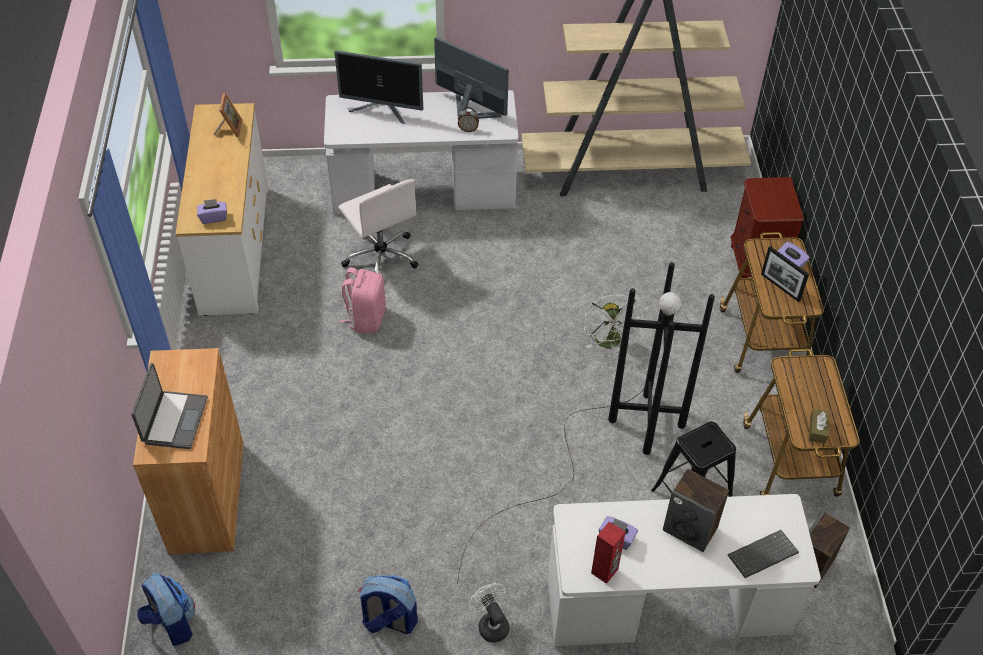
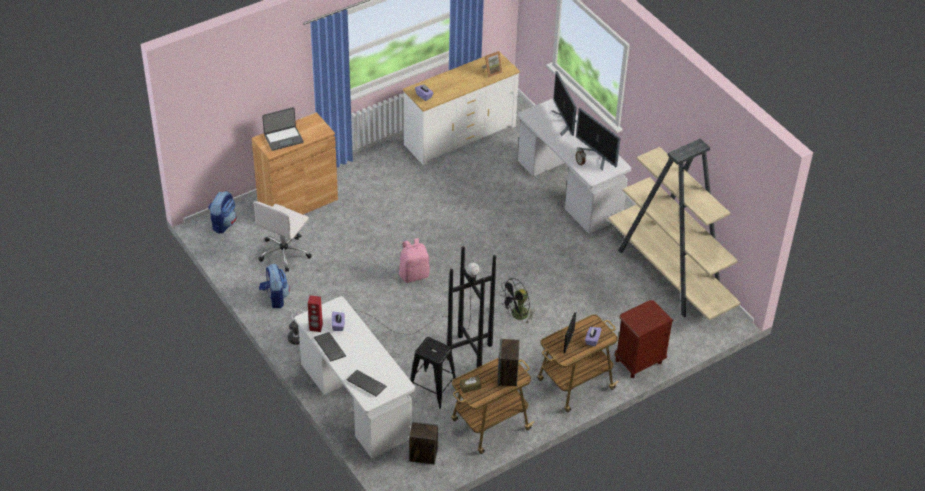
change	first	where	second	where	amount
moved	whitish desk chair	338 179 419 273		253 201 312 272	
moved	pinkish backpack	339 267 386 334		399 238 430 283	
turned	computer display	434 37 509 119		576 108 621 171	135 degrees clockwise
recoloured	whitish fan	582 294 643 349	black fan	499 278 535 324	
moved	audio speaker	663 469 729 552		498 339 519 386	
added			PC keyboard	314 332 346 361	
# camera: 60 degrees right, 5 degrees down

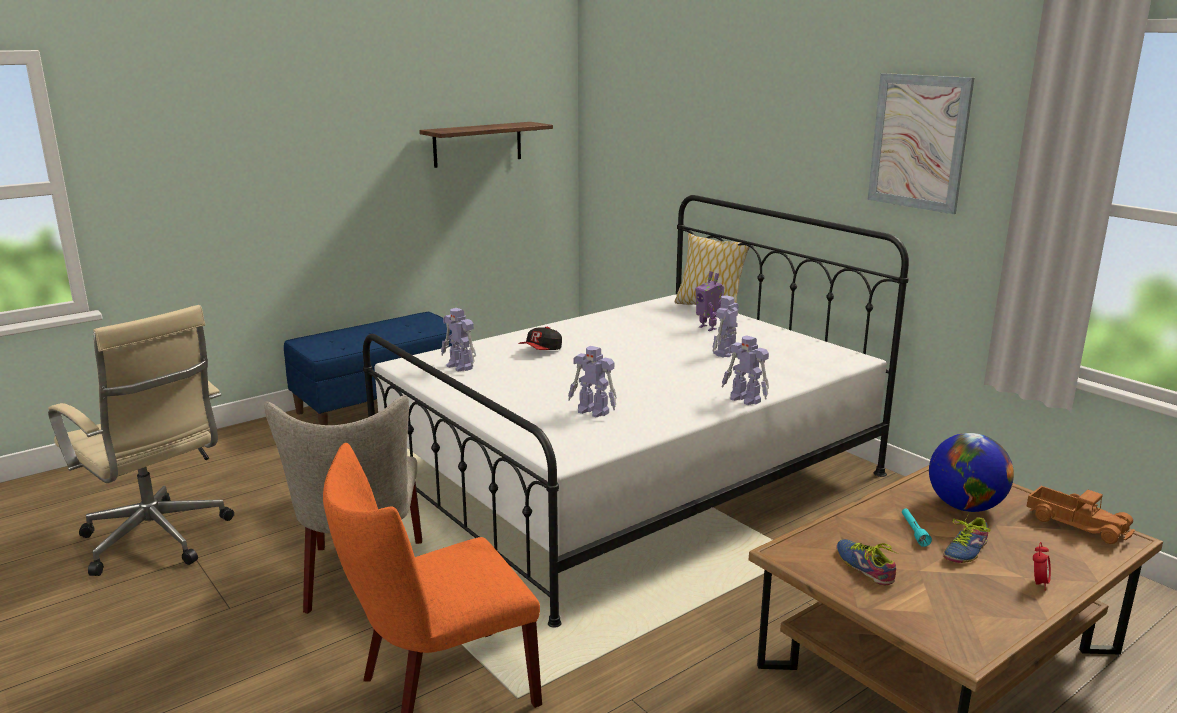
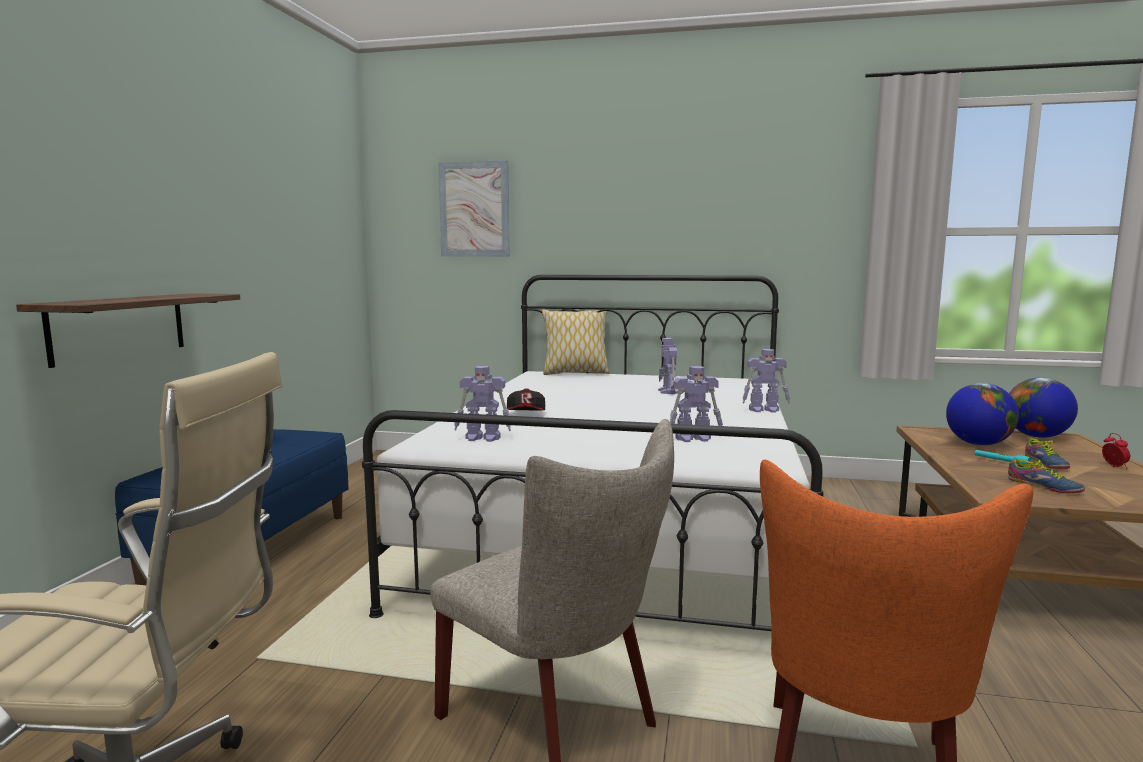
change	first	where	second	where	amount
moved	shelf	419 122 553 168		16 293 240 368	
removed	toy robot	696 271 724 331			
turned	low shoe	836 539 899 585		1008 459 1085 493	150 degrees counterclockwise
moved	wall picture	868 73 974 214		438 160 510 257	
replaced	toy truck	1026 486 1135 544	globe	1009 378 1078 438	
# camera: 40 degrees left, 10 degrees down

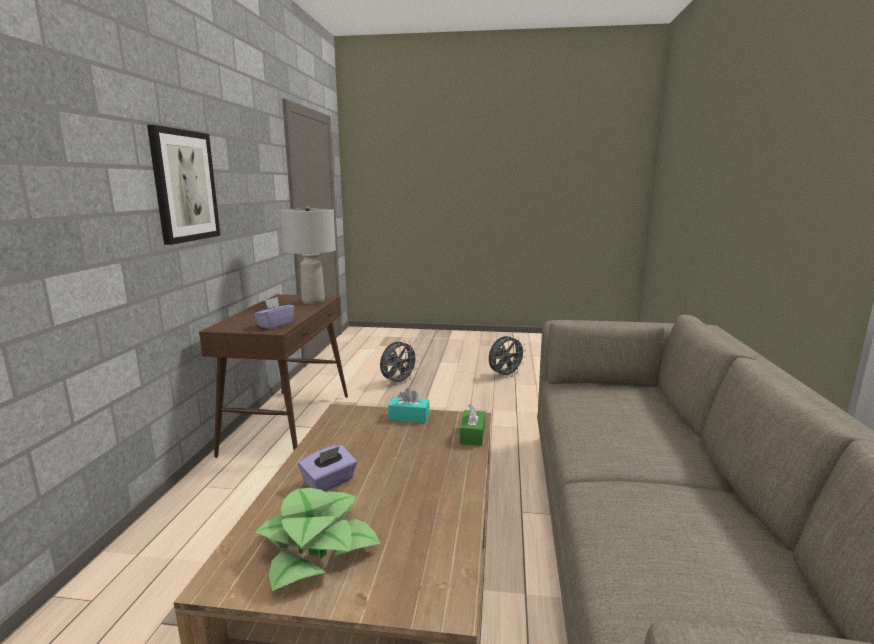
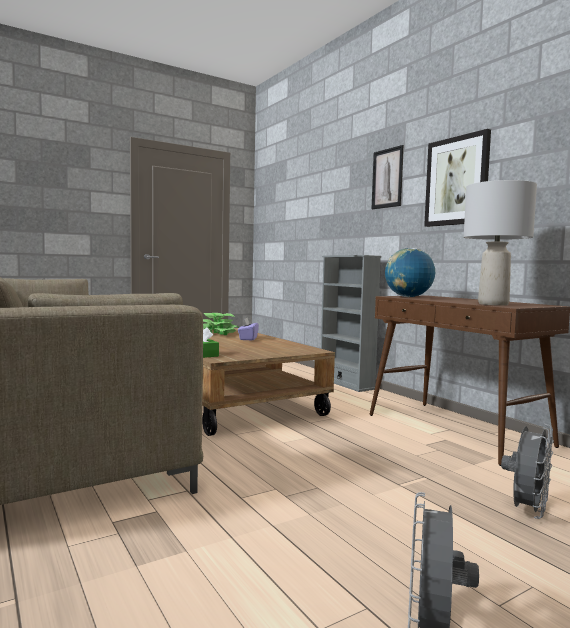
change	first	where	second	where	amount
replaced	purplish tissue holder	254 297 295 329	globe	385 248 435 297	
turned	grey fan	380 341 419 385		501 424 554 519	150 degrees counterclockwise
removed	turquoise tissue holder	388 388 429 423			
added			grey bookcase	321 255 382 392	
added			wall picture	371 145 404 209	
# camera: 140 degrees right, 10 degrees down

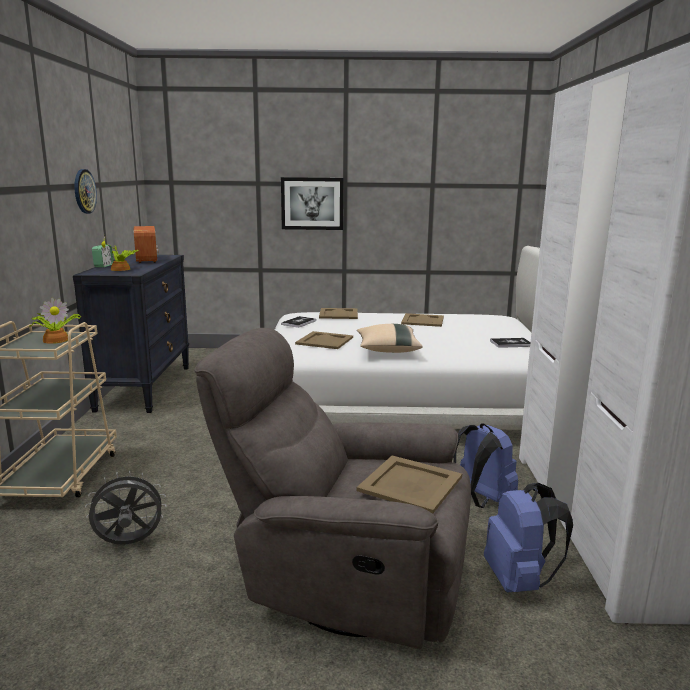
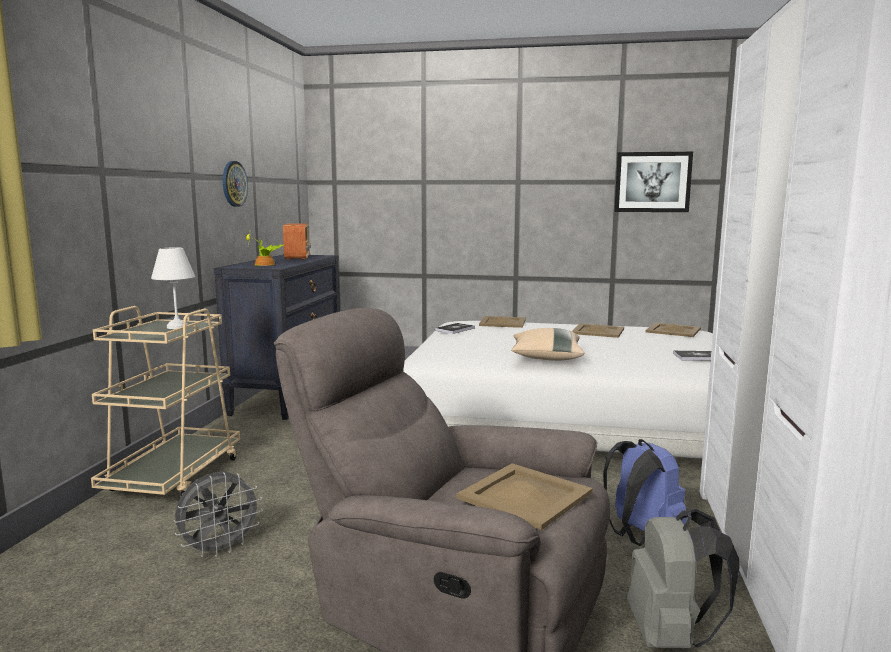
change	first	where	second	where	amount
replaced	potted plant	29 298 81 344	whitish tabletop lamp	151 247 195 329	
turned	grey fan	85 471 166 545		174 472 263 558	150 degrees clockwise
removed	table clock	92 245 114 267			
moved	wall picture	281 177 343 230		615 152 693 212	
moved	beige tray	295 331 353 349		646 323 701 337	
recoloured	blue backpack	484 483 573 593	grey backpack	627 509 740 648	
# camera: 10 degrees right, 5 degrees down

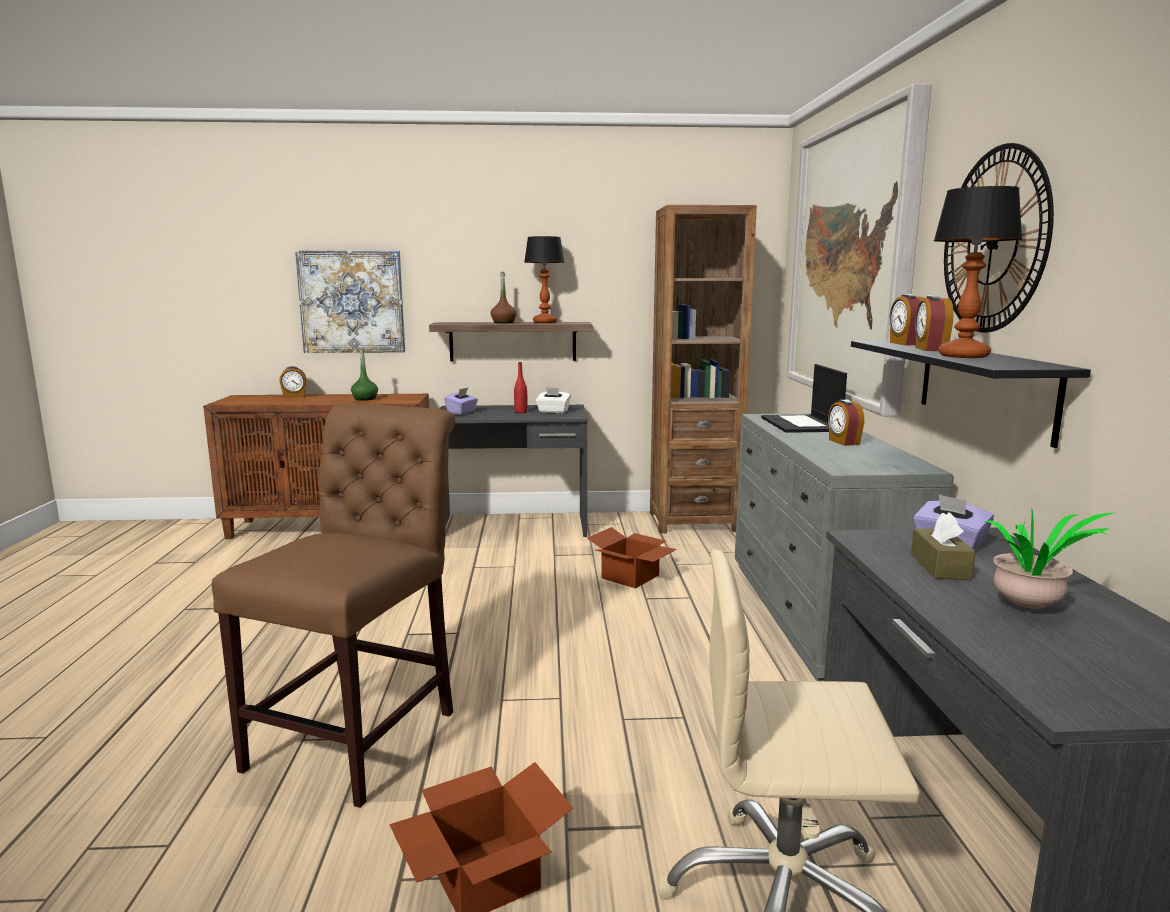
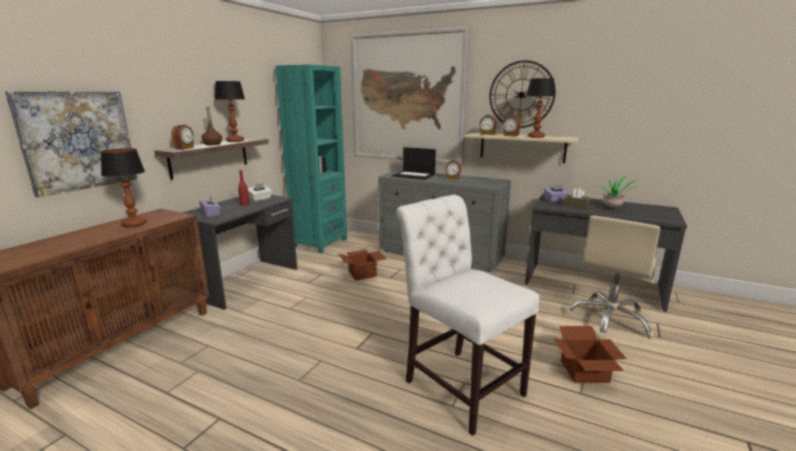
change	first	where	second	where	amount
recoloured	brown upright chair	211 403 455 808	whitish upright chair	396 195 540 436	
moved	table clock	279 366 306 398		171 124 194 150	
replaced	greenish beverage bottle	351 348 378 401	tabletop lamp	101 148 147 227	
recoloured	brown bookcase	650 205 757 534	turquoise bookcase	276 64 347 253	
recoloured	black shelf	851 341 1091 448	beige shelf	465 133 579 163	
# camera: 60 degrees left, 5 degrees up

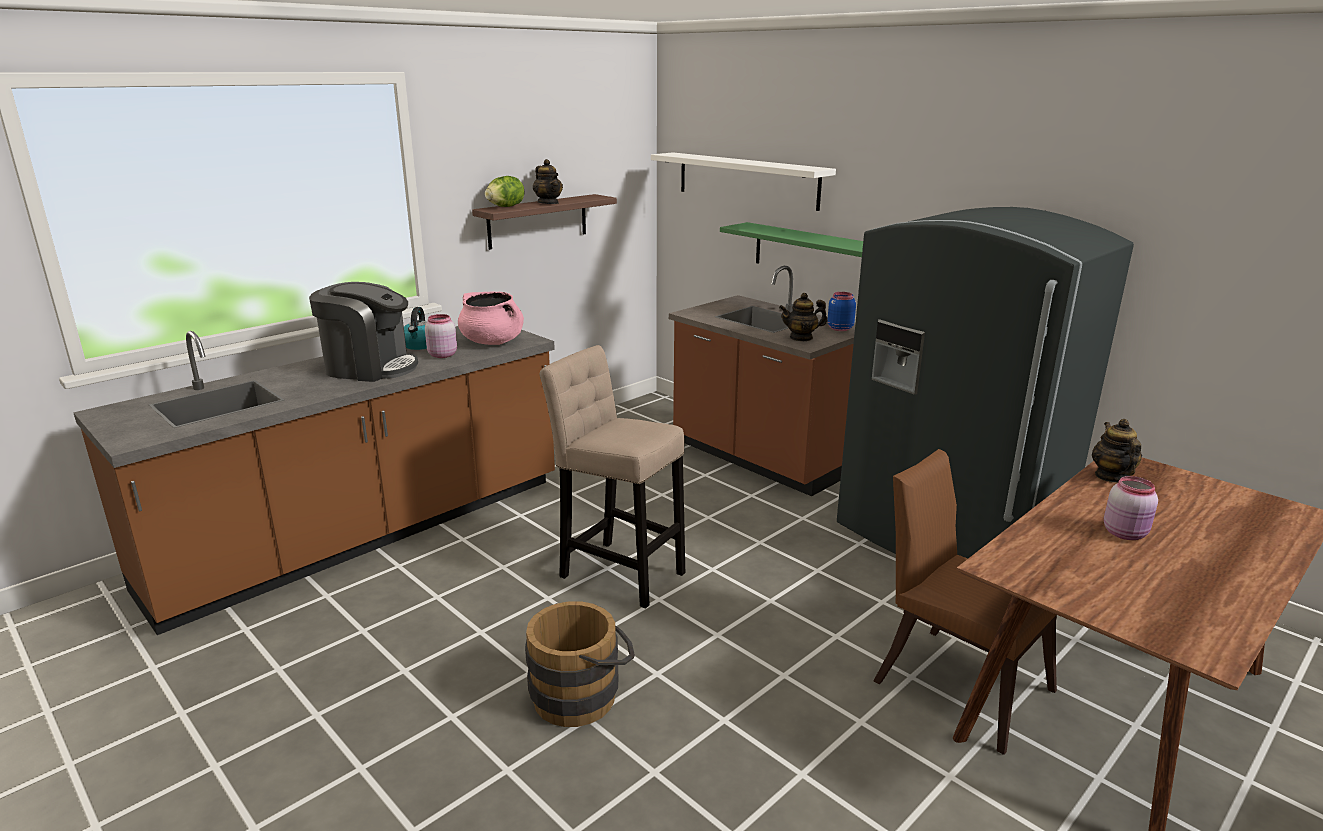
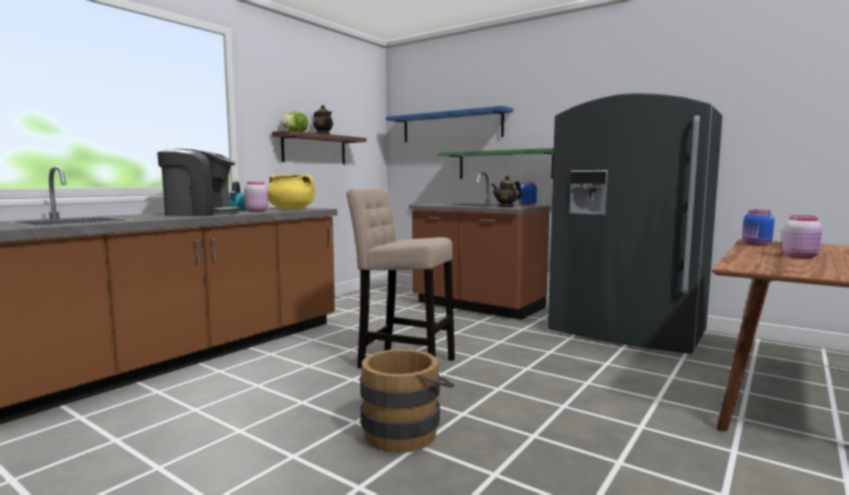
change	first	where	second	where	amount
recoloured	pinkish stockpot	458 292 524 345	yellow stockpot	268 174 315 210	
recoloured	whitish shelf	651 152 836 211	blue shelf	386 106 513 142	
removed	brown upright chair	874 449 1057 755			
replaced	pot for tea	1092 419 1142 483	blue storage jar	742 210 774 246	
# camera: 10 degrees left, 15 degrees down

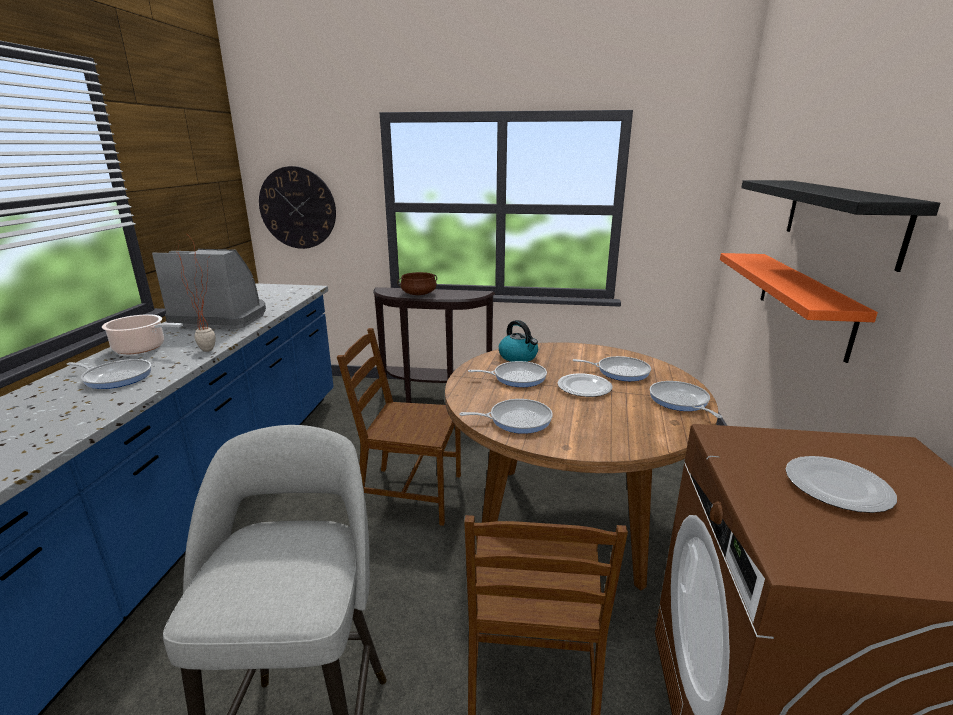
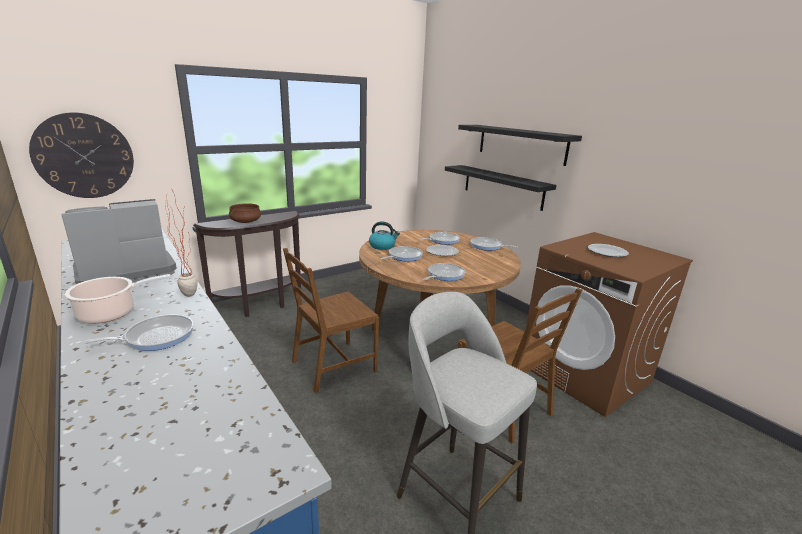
change	first	where	second	where	amount
recoloured	orange shelf	720 253 878 363	black shelf	445 165 556 211	
# camera: 45 degrees left, 0 degrees up

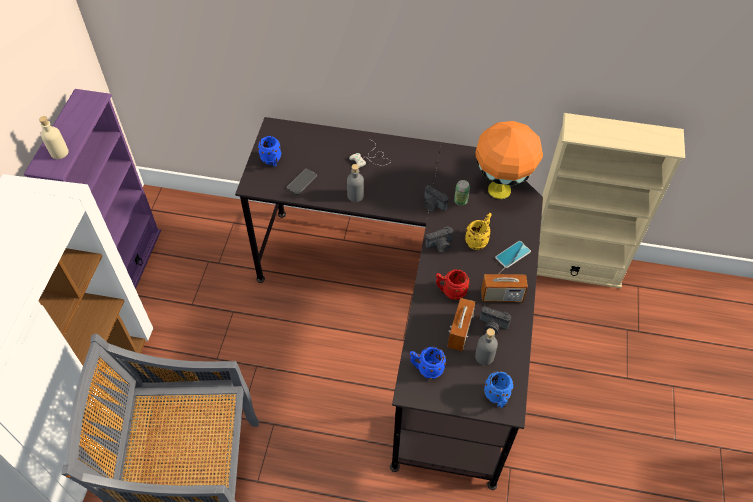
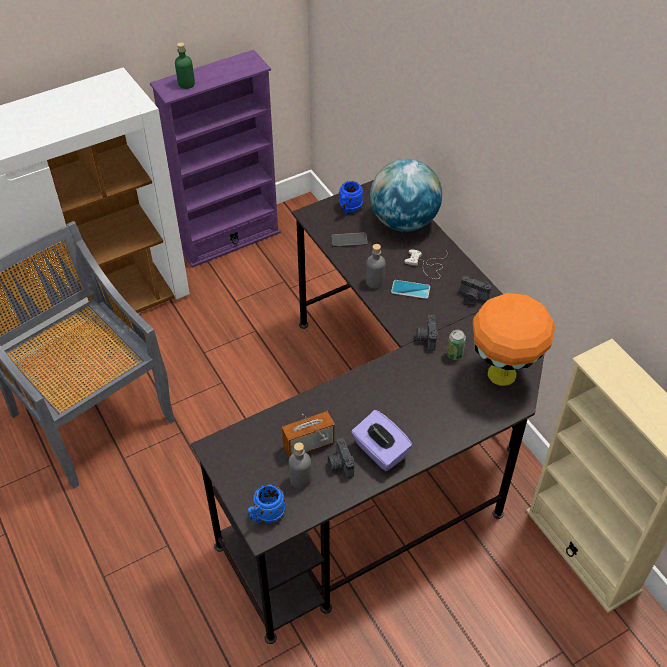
change	first	where	second	where	amount
recoloured	beige beverage bottle	39 116 68 159	greenish beverage bottle	175 42 195 89	
removed	blue mug	410 347 446 379			
moved	photo camera	425 226 453 253		460 276 491 305	
removed	reddish mug	436 269 469 300			
removed	yellow mug	465 213 492 250			
replaced	radio	481 254 528 302	purplish tissue holder	351 410 413 471	
moved	telephone	495 241 531 268		391 280 430 299	
added			globe	370 159 442 232	
# camera: 50 degrees right, 5 degrees down

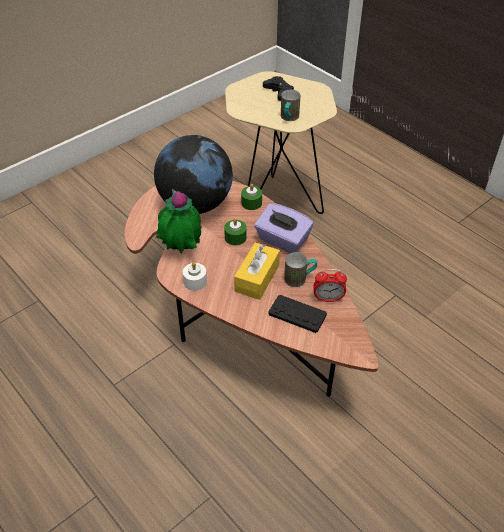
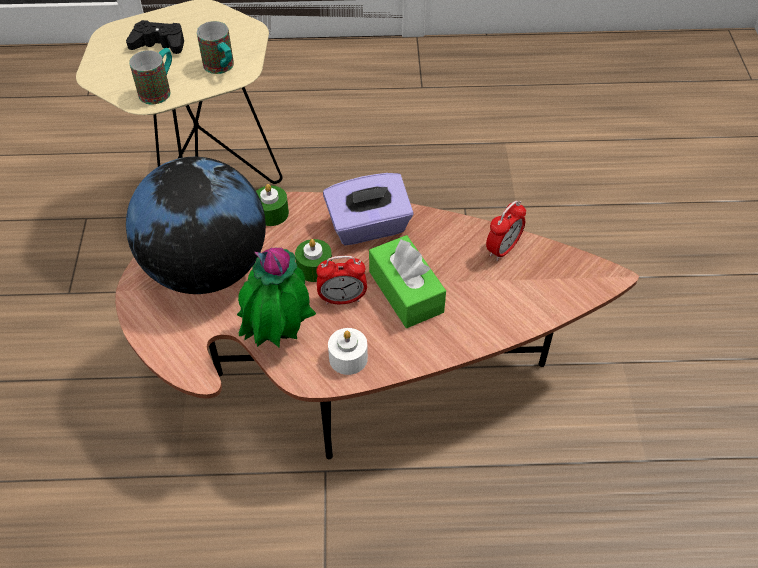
change	first	where	second	where	amount
recoloured	yellow tissue holder	234 243 280 300	greenish tissue holder	369 235 446 328	
removed	black game controller	268 295 327 333			
moved	mug	284 252 317 287		129 48 172 105	
added			table clock	316 256 367 305	
# camera: 50 degrees left, 5 degrees up

